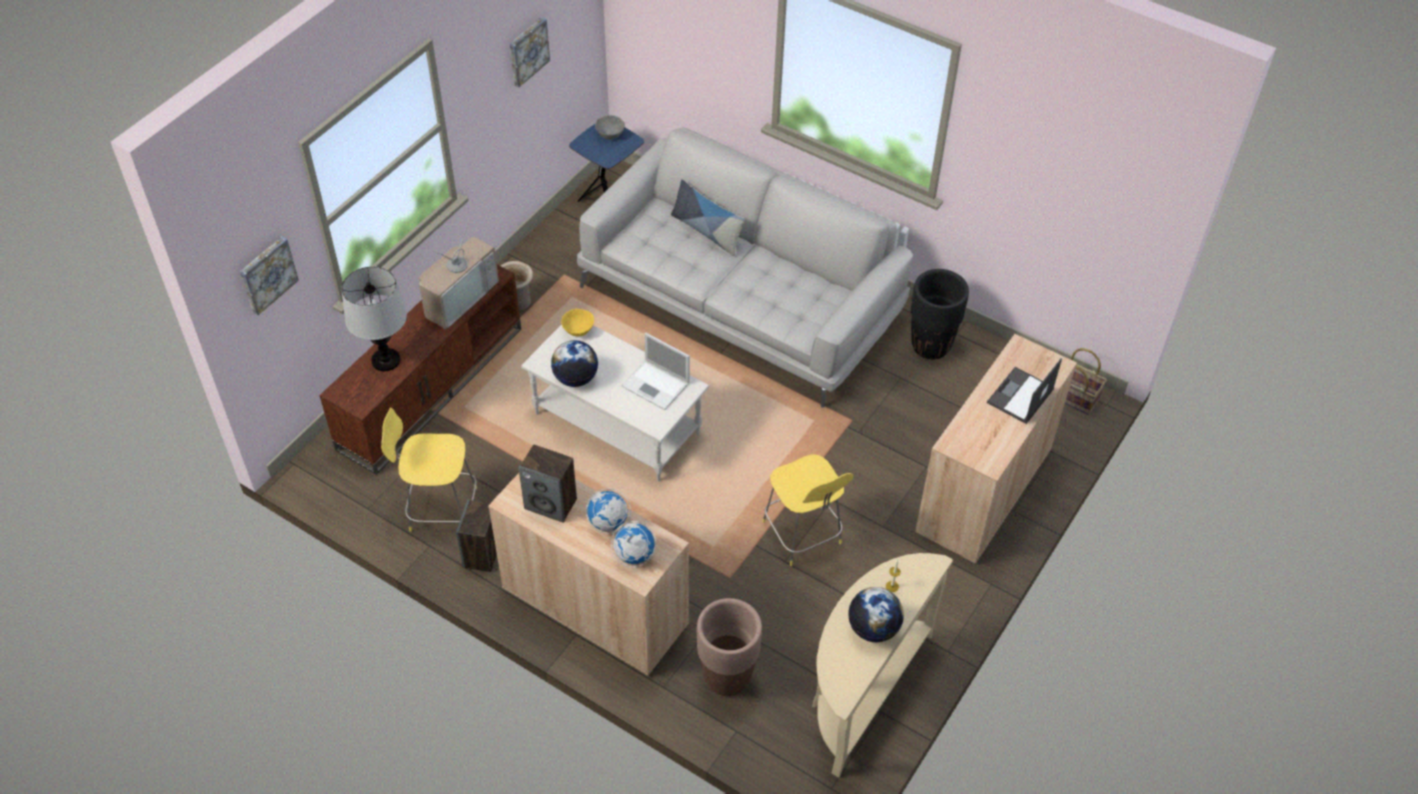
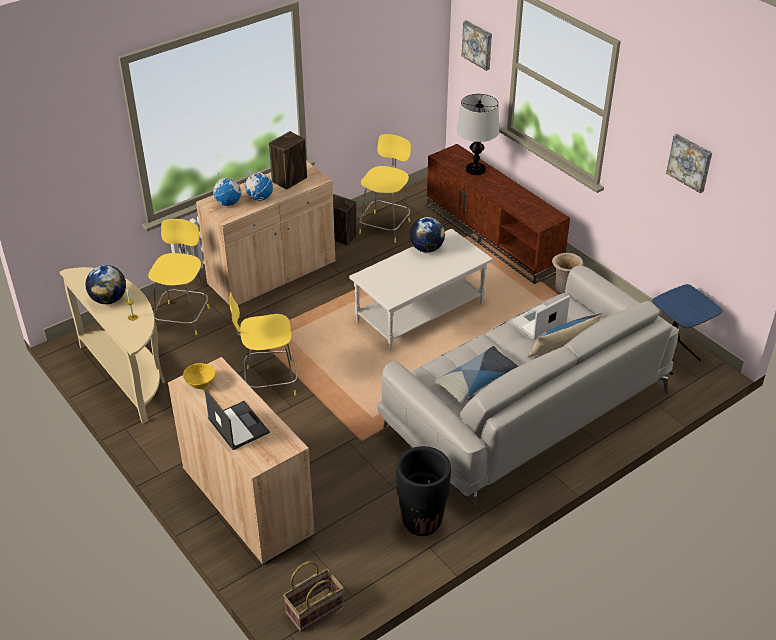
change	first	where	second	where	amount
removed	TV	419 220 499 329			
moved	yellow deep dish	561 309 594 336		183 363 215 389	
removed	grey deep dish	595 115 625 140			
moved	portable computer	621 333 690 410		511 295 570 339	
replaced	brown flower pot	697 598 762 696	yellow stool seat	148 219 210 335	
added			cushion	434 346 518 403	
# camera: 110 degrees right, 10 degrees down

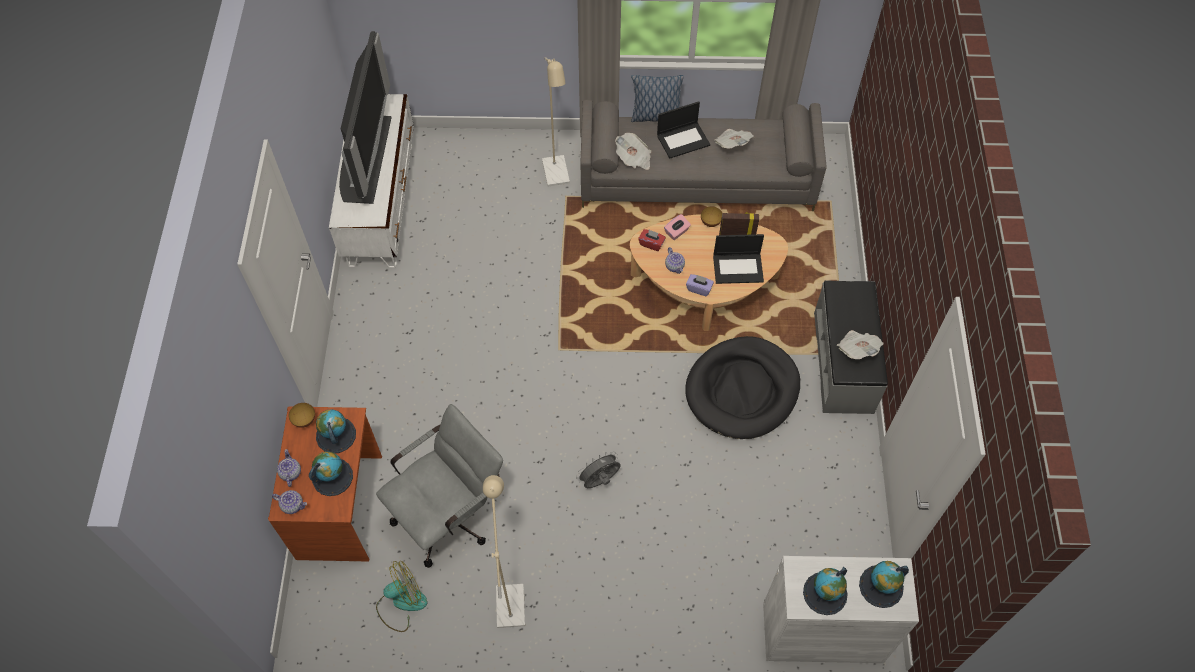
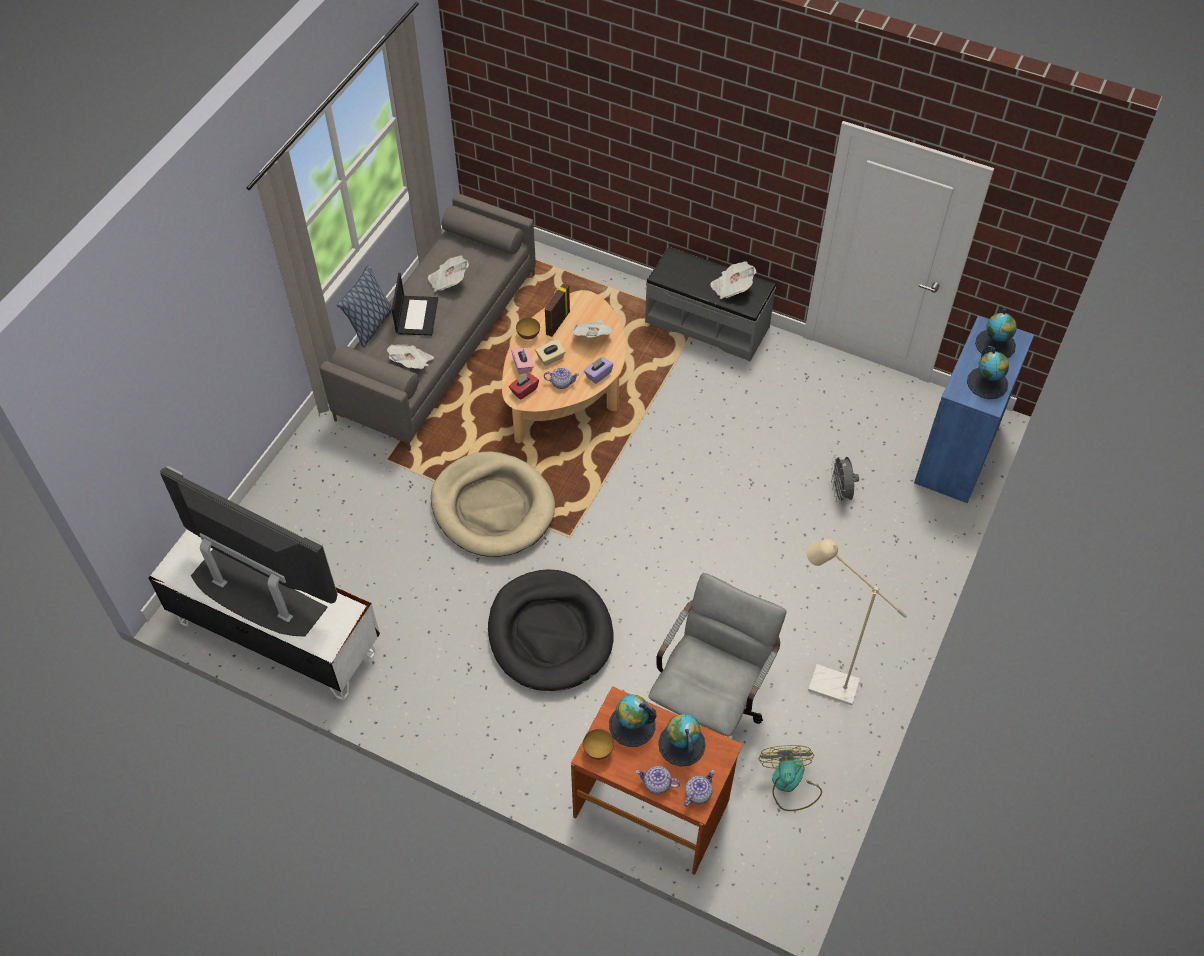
change	first	where	second	where	amount
turned	grey desk chair	376 404 503 568		648 573 787 737	45 degrees clockwise
removed	beige standard lamp	542 57 570 186			
moved	grey fan	576 451 620 488		831 455 859 504	
moved	black dog cushion	685 336 800 439		488 569 614 691	
replaced	portable computer	713 234 764 284	printed paper	572 320 614 338	
recoloured	whitish storage cabinet	763 556 919 663	blue storage cabinet	914 316 1034 503	
added			beige dog cushion	431 451 555 557	
added			beige tissue holder	535 339 566 366	
# camera: 65 degrees left, 5 degrees down

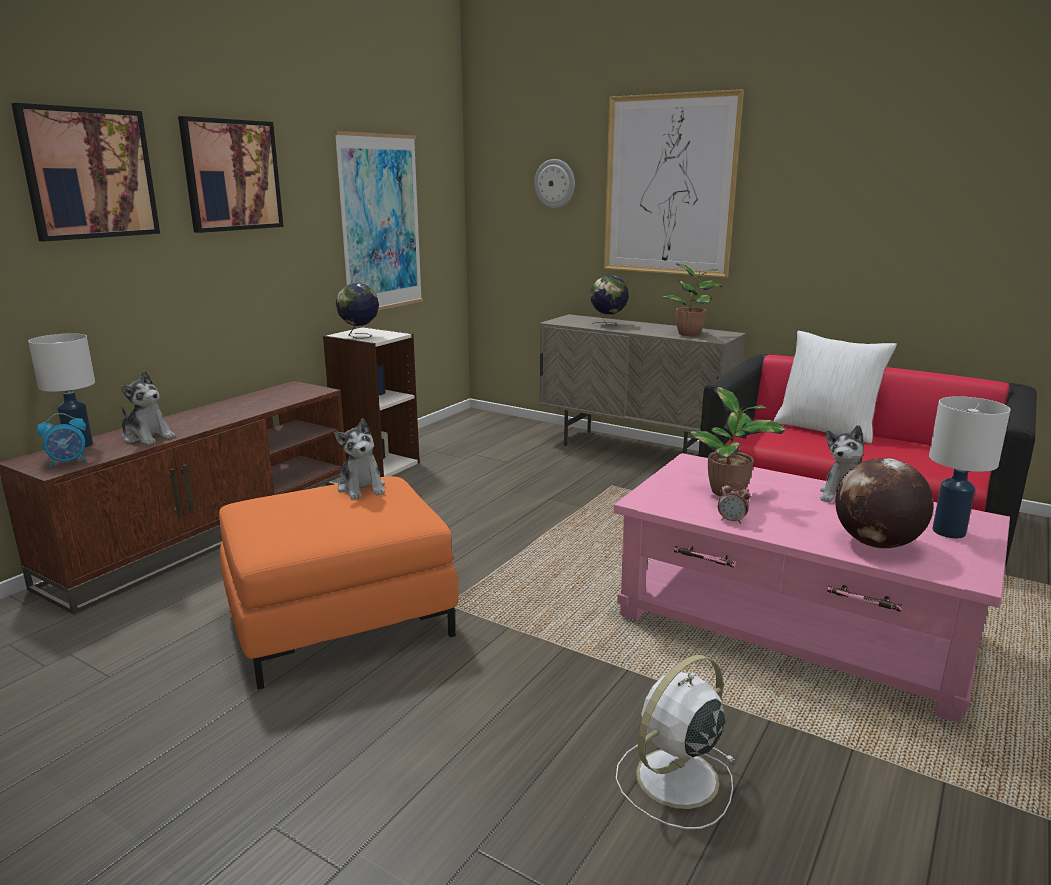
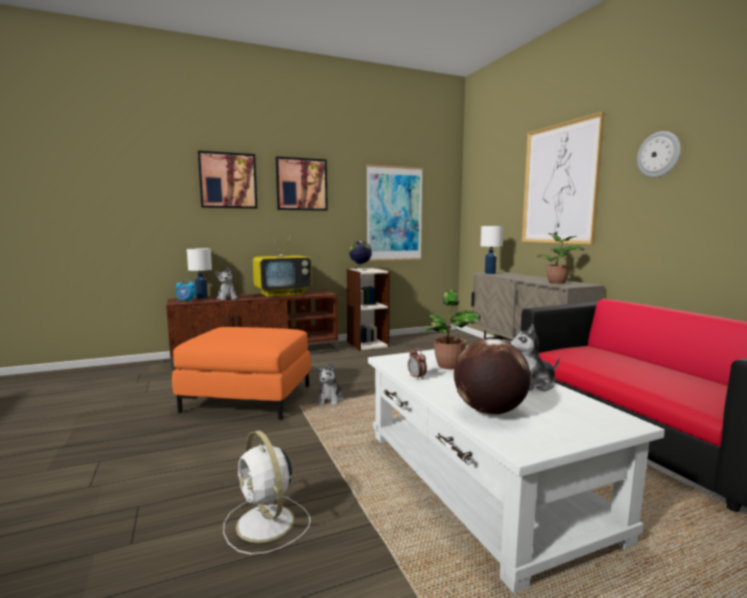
change	first	where	second	where	amount
moved	soft toy	334 419 385 500		316 362 344 406	
moved	hanging clock	534 159 575 208		637 131 681 178	
removed	globe	590 275 629 326			
recoloured	pinkish lounge table	614 453 1010 723	whitish lounge table	368 345 665 593	
turned	whitish fan	616 655 735 829		223 430 311 555	120 degrees counterclockwise
removed	whitish cushion	774 331 897 444			
moved	whitish tabletop lamp	929 396 1011 538		480 226 503 274	
added			TV	253 233 312 297	
# camera: 35 degrees right, 10 degrees down

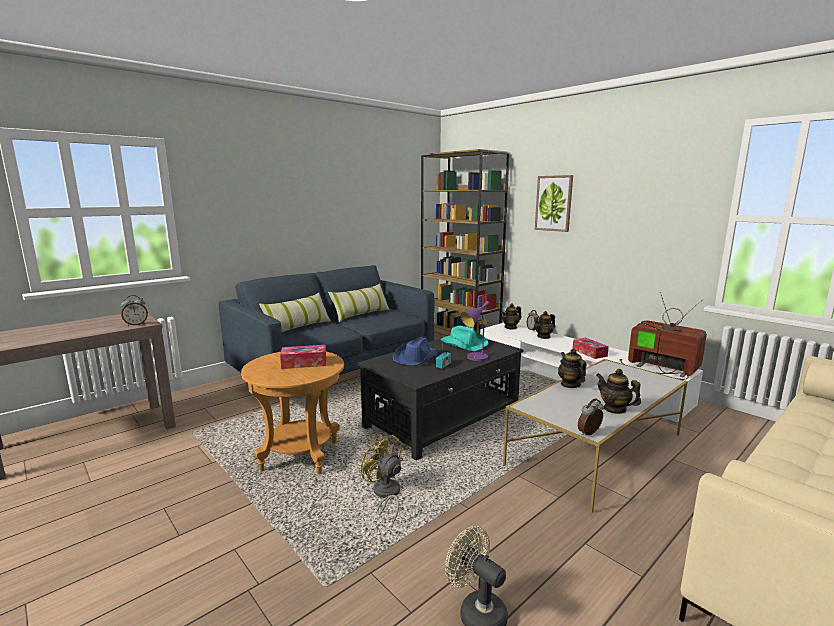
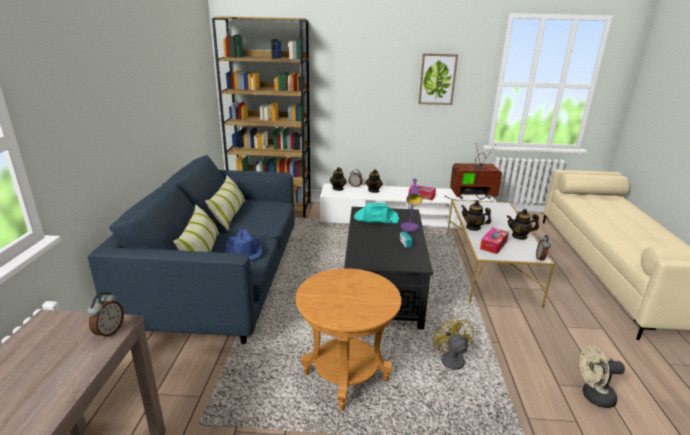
change	first	where	second	where	amount
moved	tissue holder	280 345 326 369		480 228 509 254	
turned	yellow fan	361 434 403 524		433 316 474 392	75 degrees clockwise
moved	blue hat	393 337 441 365		226 229 262 260	
moved	wall picture	535 175 573 232		418 53 458 105	
# camera: 45 degrees left, 10 degrees up

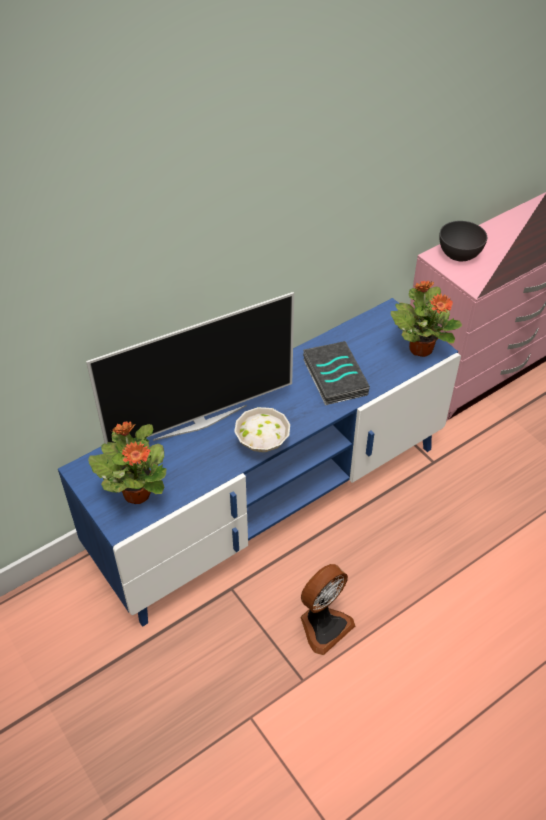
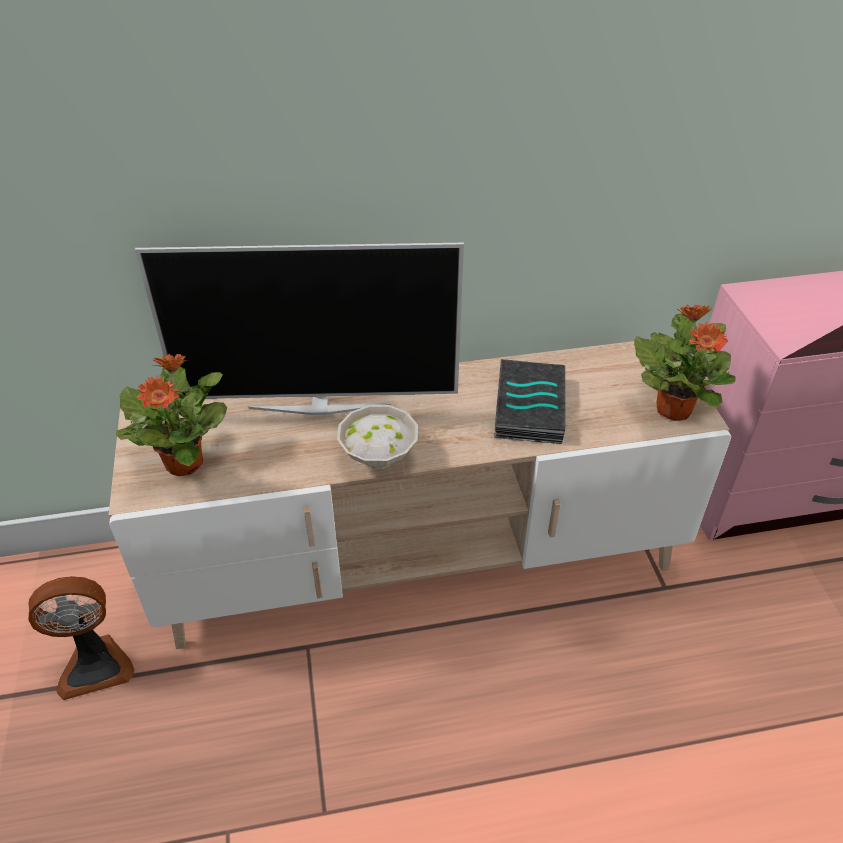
change	first	where	second	where	amount
recoloured	blue tv unit	58 298 461 627	beige tv unit	109 339 731 649	
moved	fan	300 564 355 655		28 576 134 700	
removed	grey deep dish	439 221 487 261			
# camera: 25 degrees right, 5 degrees down

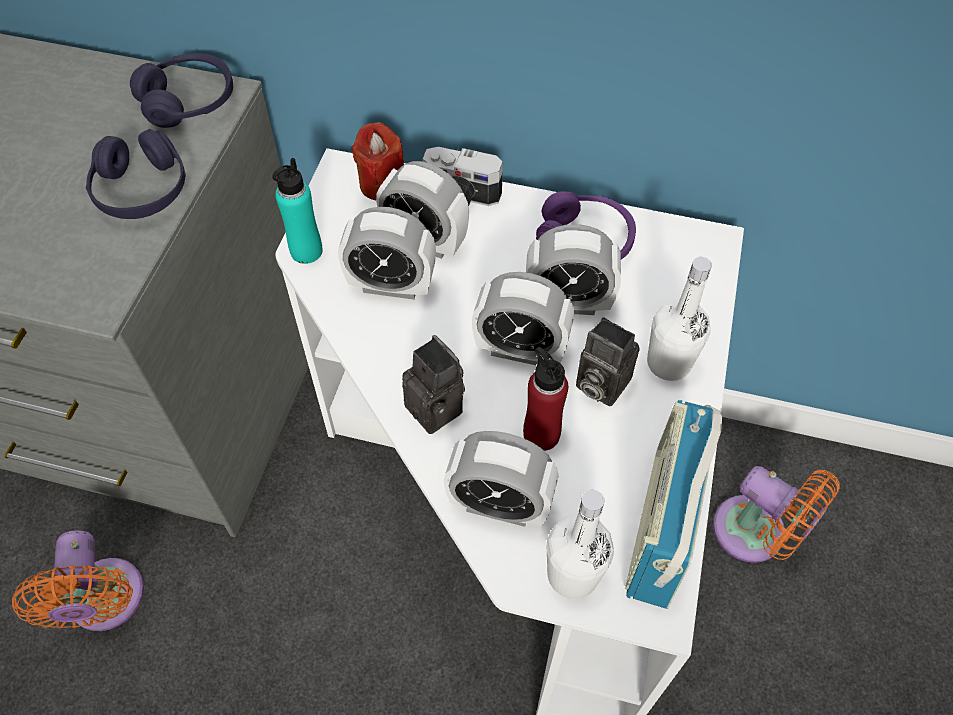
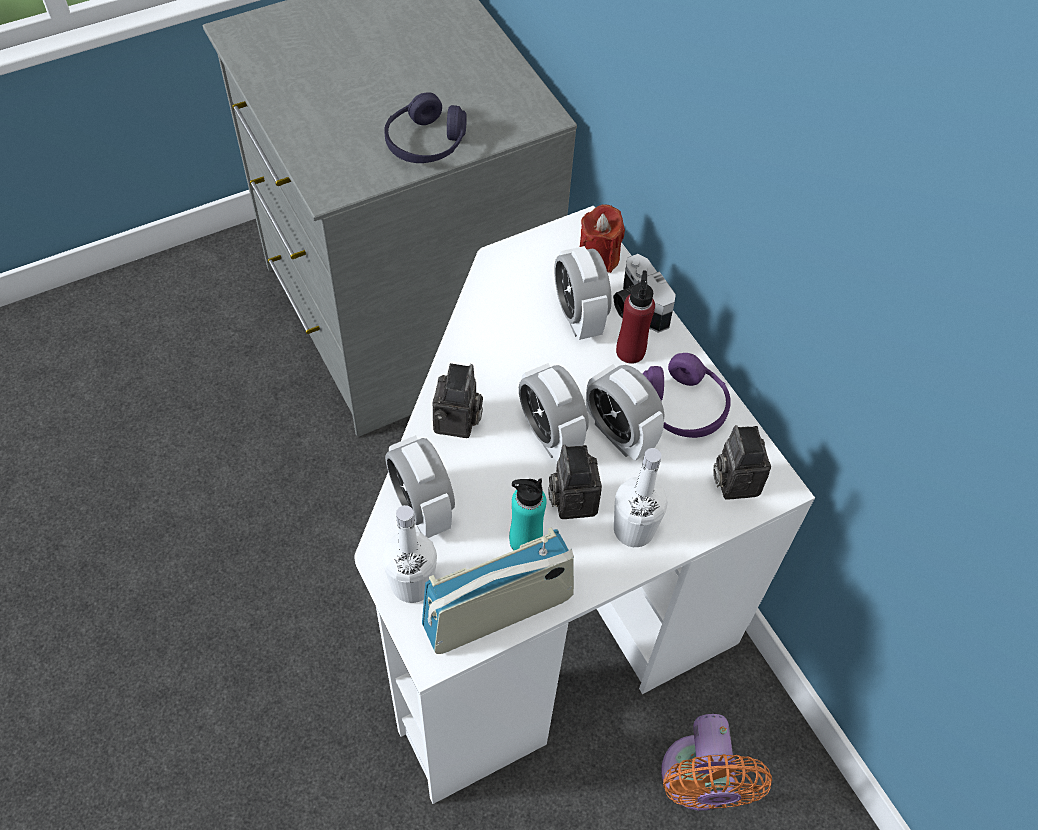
change	first	where	second	where	amount
removed	orange fan	12 530 144 631			
removed	purplish pair of headphones	130 53 233 128			
moved	turquoise beverage bottle	272 158 322 264		509 479 547 550	
removed	table clock	338 207 436 300			
moved	reddish beverage bottle	523 347 568 451		616 270 655 364	
added			photo camera	713 425 771 500	
# camera: 45 degrees right, 0 degrees up

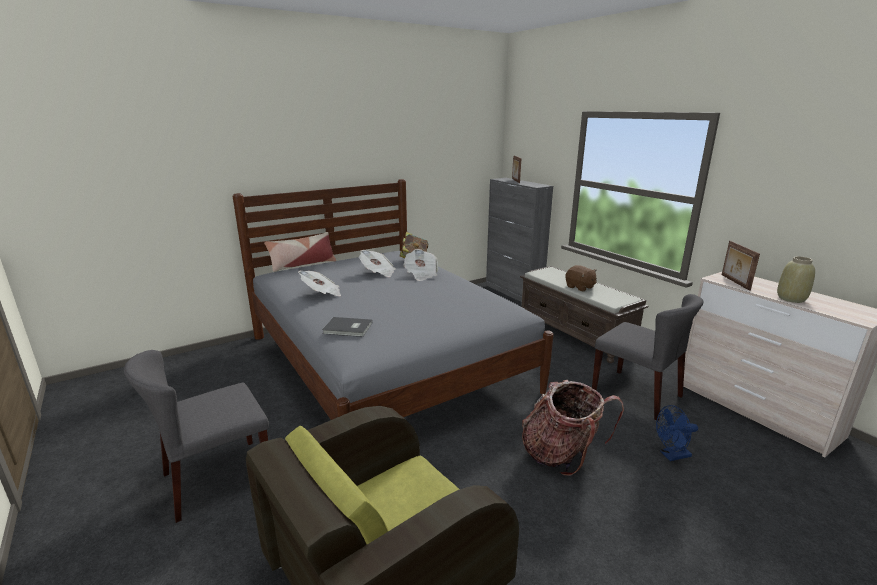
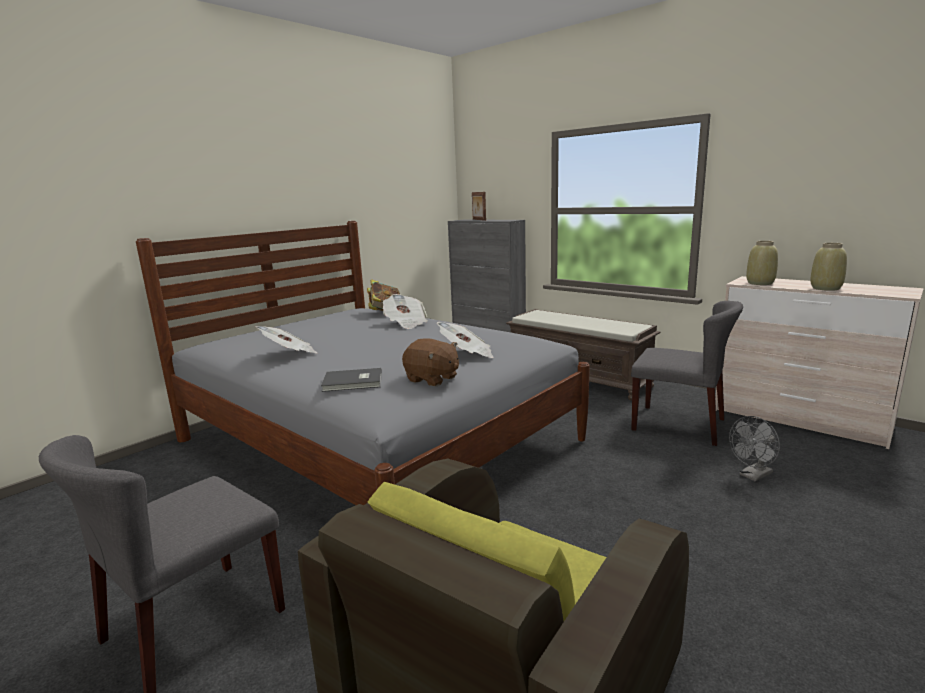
change	first	where	second	where	amount
removed	cushion	264 232 336 272			
moved	printed paper	359 250 396 277		437 322 493 358	
removed	backpack	522 380 624 476			
moved	brown soft toy	565 265 597 292		402 338 459 386	
recoloured	blue fan	656 405 698 461	grey fan	729 416 780 481	
replaced	picture frame	722 241 760 291	beige decorative vase	746 241 778 285	
# camera: 15 degrees left, 5 degrees down

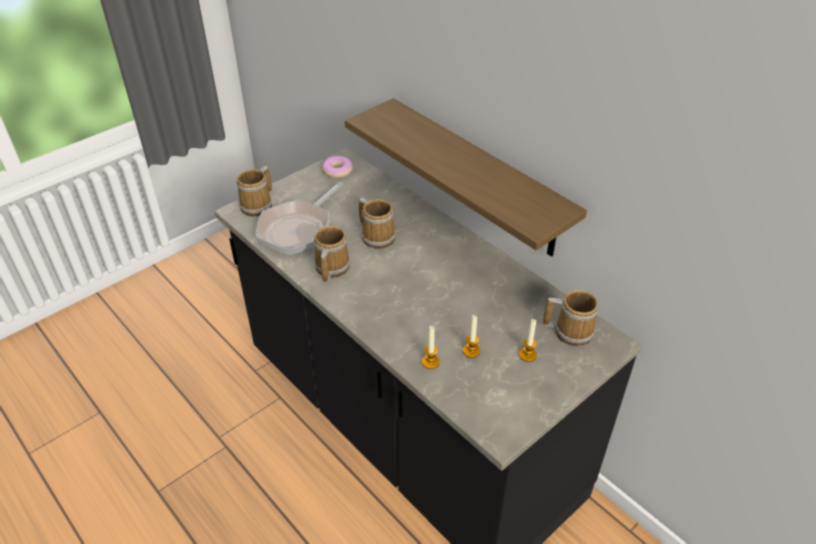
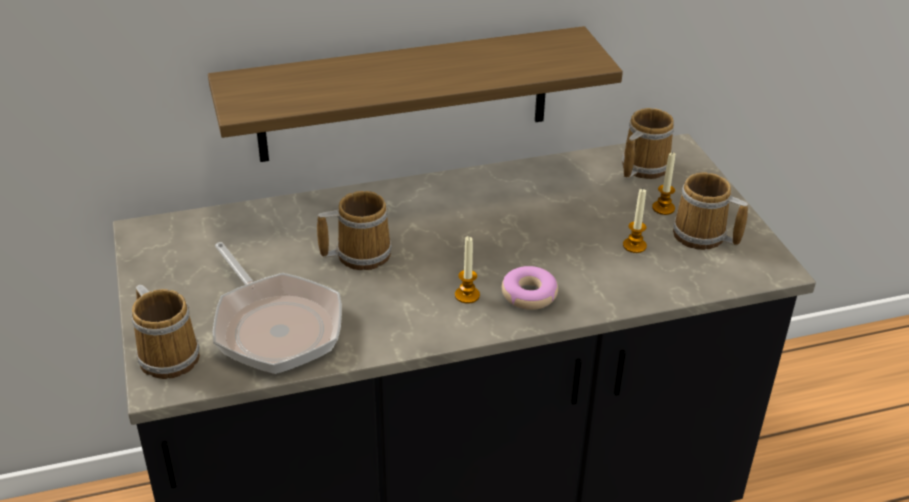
change	first	where	second	where	amount
moved	mug	314 226 350 282		673 172 748 250	
moved	donut	322 156 353 178		502 266 558 310	
moved	wax light	422 326 440 369		455 236 480 304	
# camera: 65 degrees left, 5 degrees down

